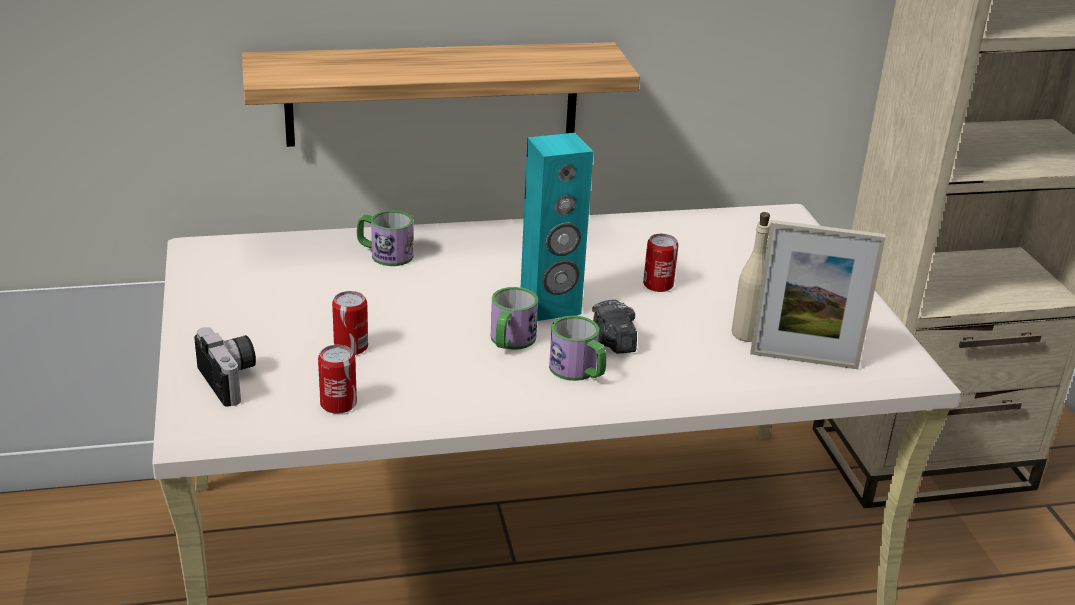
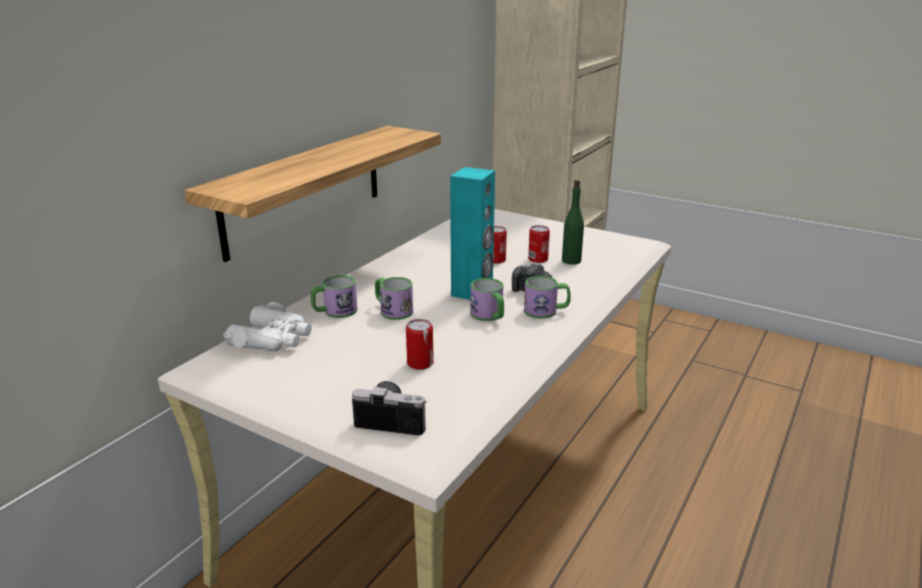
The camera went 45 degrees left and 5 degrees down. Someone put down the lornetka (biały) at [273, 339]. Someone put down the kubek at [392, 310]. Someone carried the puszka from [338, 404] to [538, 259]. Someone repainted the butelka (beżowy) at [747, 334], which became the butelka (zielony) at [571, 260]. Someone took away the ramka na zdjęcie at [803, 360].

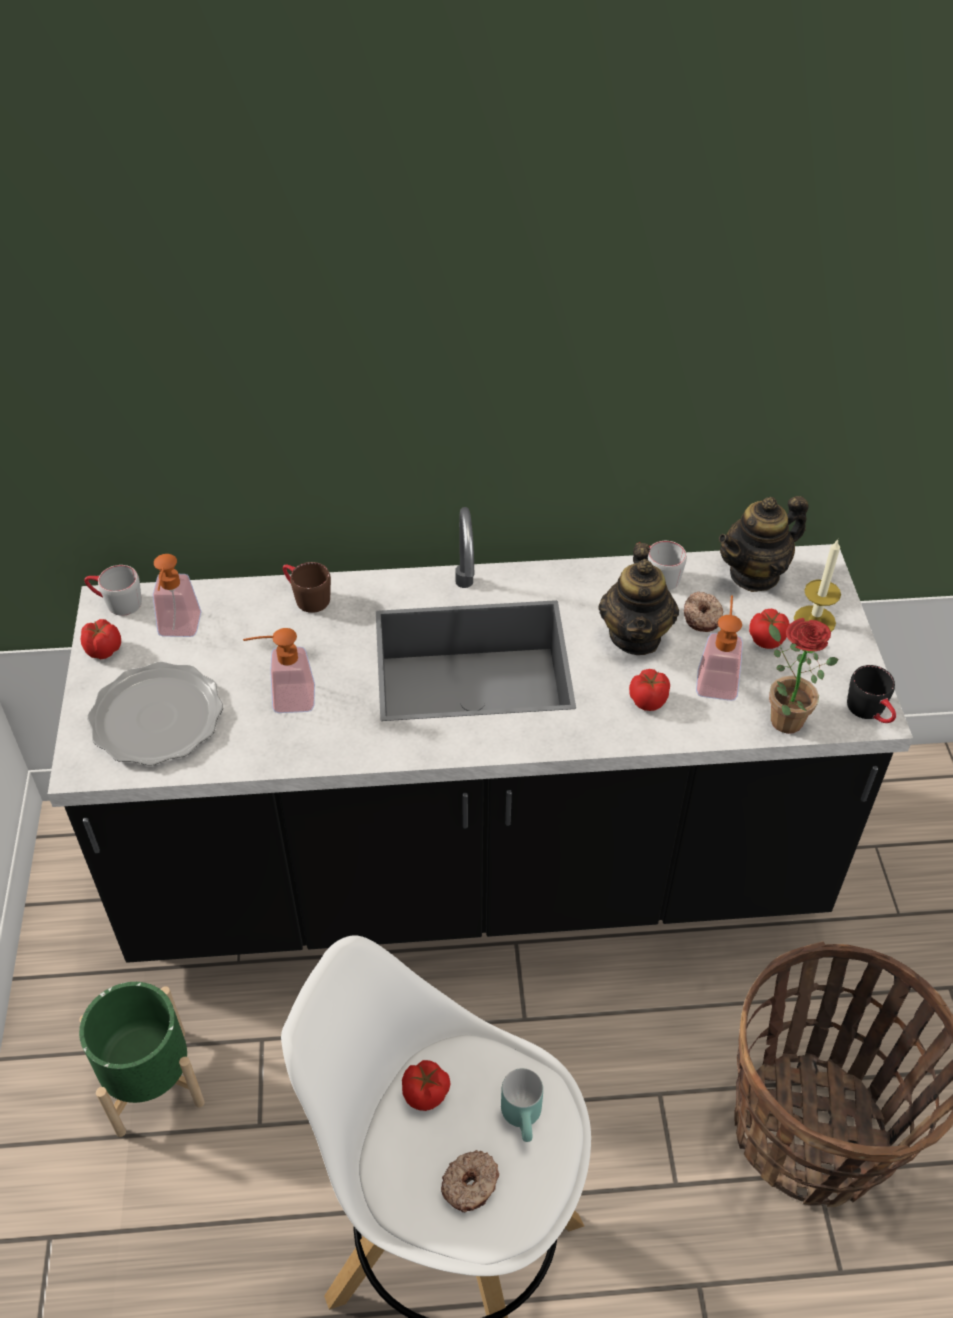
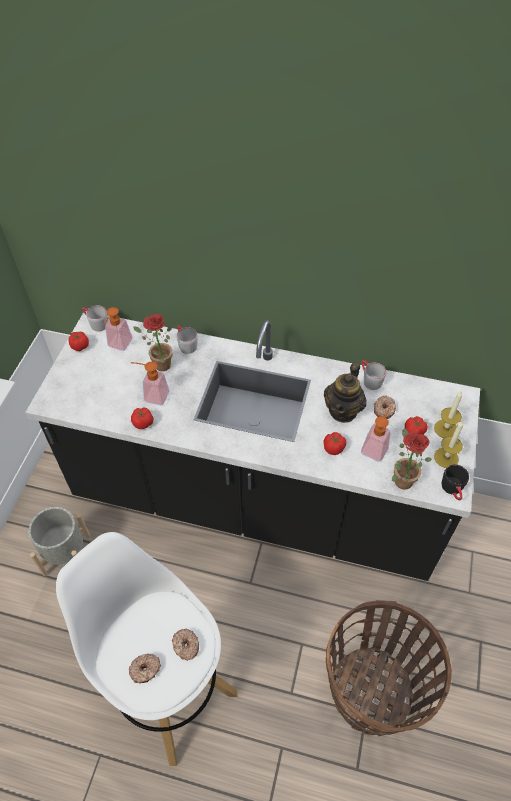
The camera went 20 degrees right and 5 degrees up. Someone repainted the donica (zielony) at [150, 1082], which became the donica (szary) at [66, 554]. Someone carried the pomidor from [426, 1093] to [143, 423]. Someone put down the roślina doniczkowa at [159, 365]. Someone swapped the kubek (turkusowy) at [525, 1118] for the donut at [185, 646]. Someone repainted the kubek (brązowy) at [306, 597], which became the kubek (szary) at [185, 344]. Someone put down the świeca at [446, 457]. Someone took away the talerz at [157, 717]. Someone took away the imbryk at [754, 574].

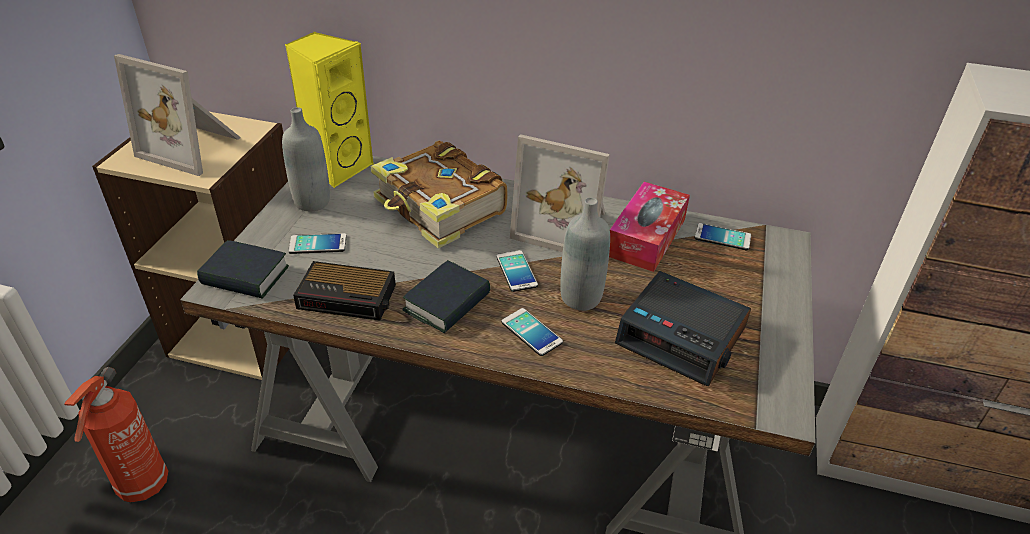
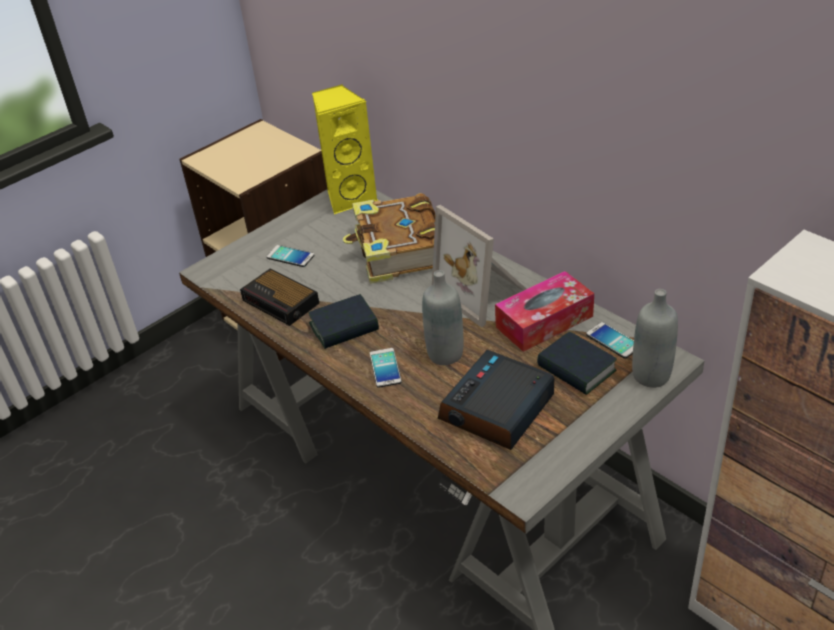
The camera went 35 degrees right and 0 degrees up. Someone rotated the budzik at [682, 337] by 60 degrees clockwise. Someone carried the książka from [245, 276] to [576, 369]. Someone carried the butelka (szary) from [312, 202] to [651, 375]. Someone took away the gaśnica at [142, 487]. Someone took away the ramka na zdjęcie at [194, 147]. Someone took away the telefon at [516, 271].

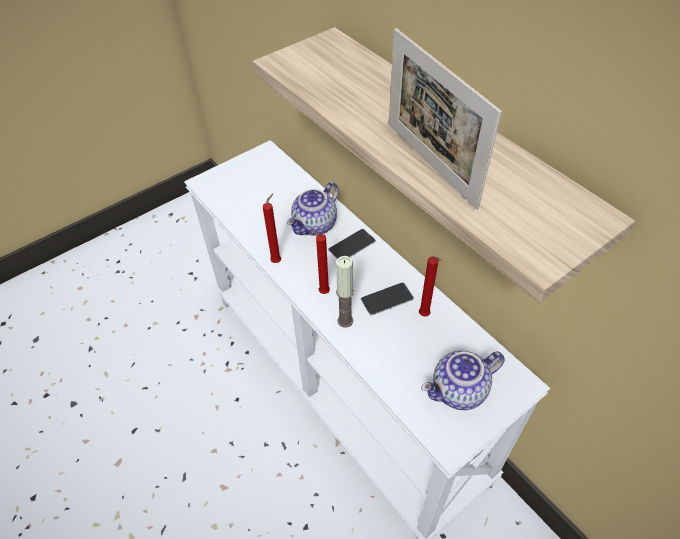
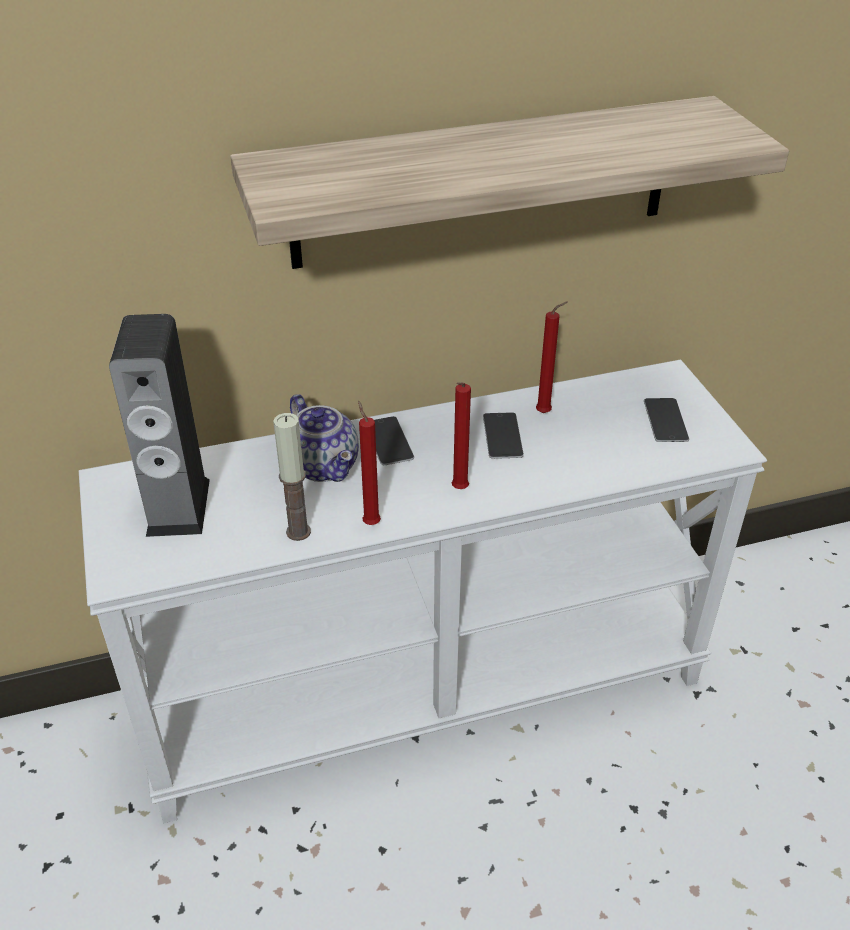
The camera went 70 degrees left and 10 degrees down. Someone put down the głośnik at [178, 507]. Someone carried the świeca from [345, 320] to [298, 532]. Someone swapped the imbryk at [459, 392] for the telefon at [665, 420]. Someone took away the ramka na zdjęcie at [430, 164].

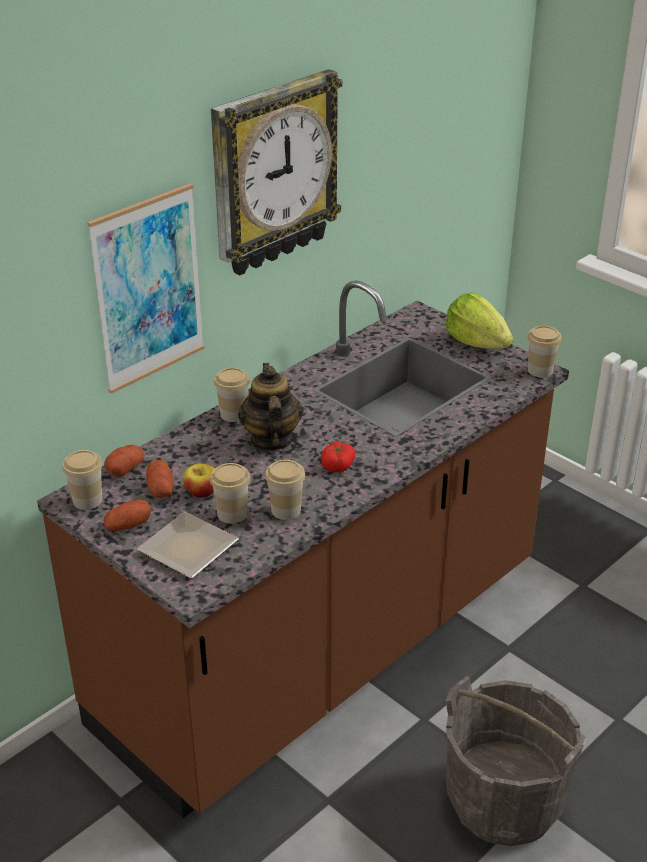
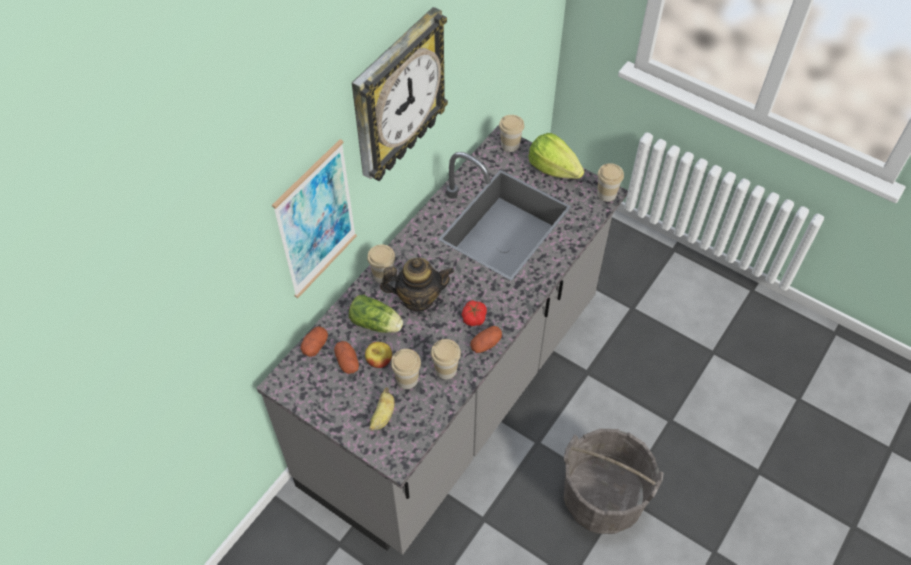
The camera went 10 degrees left and 20 degrees up. Someone repainted the zabudowa kuchenna (brązowy) at [323, 648], which became the zabudowa kuchenna (szary) at [455, 393]. Someone put down the sałata at [377, 324]. Someone swapped the talerz at [188, 546] for the banan at [383, 416]. Someone rotated the imbryk at [271, 440] by 105 degrees clockwise. Someone carried the ziemniak from [128, 525] to [486, 344]. Someone carried the filiżanka from [87, 500] to [510, 145].

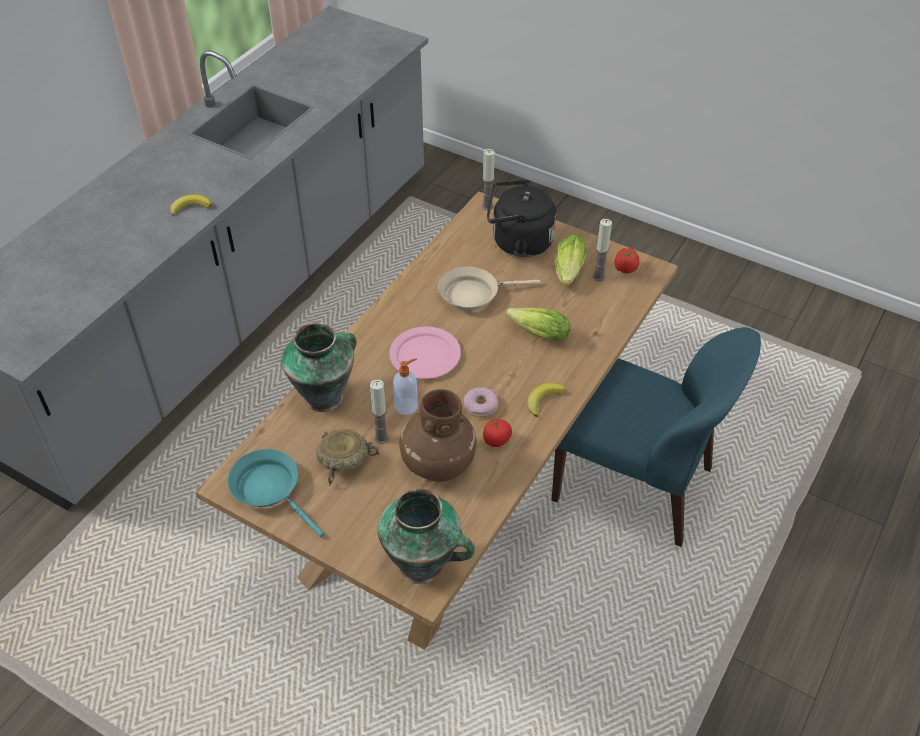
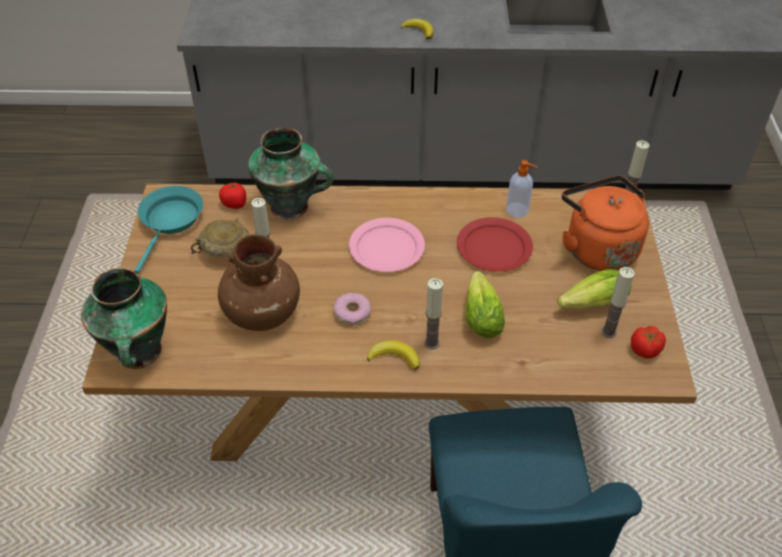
The camera went 60 degrees right and 0 degrees up. Someone carried the pomidor from [497, 440] to [235, 204]. Someone put down the świeca at [432, 343]. Someone swapped the patelnia (beżowy) at [473, 294] for the talerz (czerwony) at [494, 247]. Someone carried the dozownik mydła from [407, 406] to [518, 210]. Someone repainted the czajnik (czarny) at [518, 242], which became the czajnik (pomarańczowy) at [597, 248].

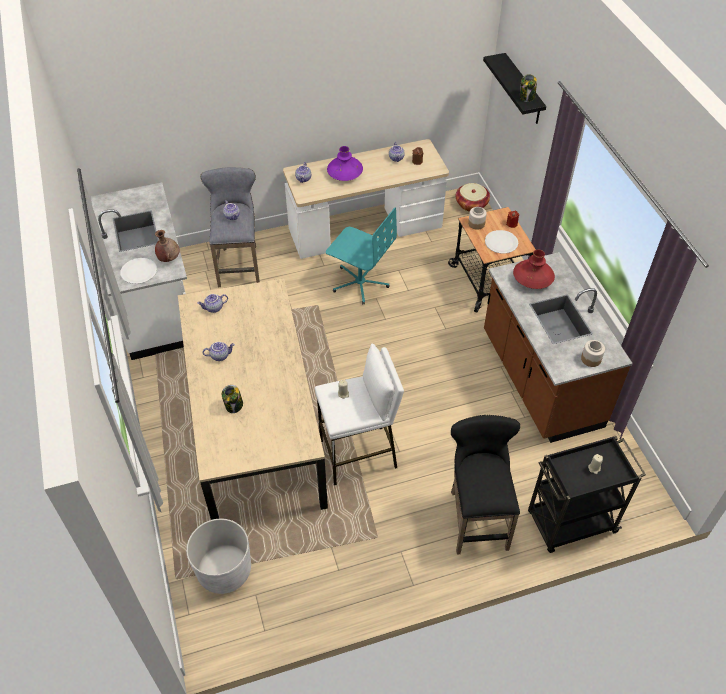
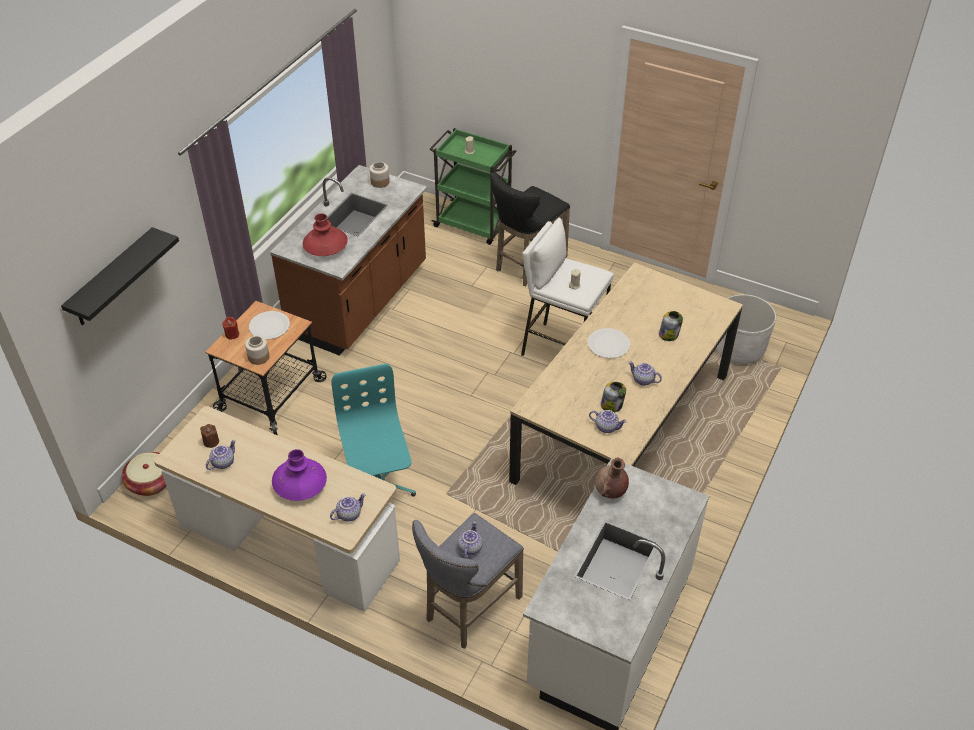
The camera went 135 degrees left and 5 degrees down. Someone repainted the wózek (czarny) at [570, 523], which became the wózek (zielony) at [474, 225]. Someone carried the talerz (biały) from [139, 271] to [608, 344]. Someone carried the słoik from [527, 97] to [612, 405].

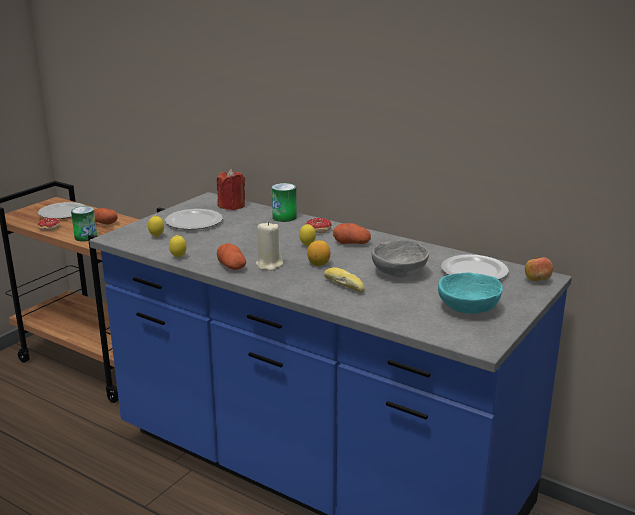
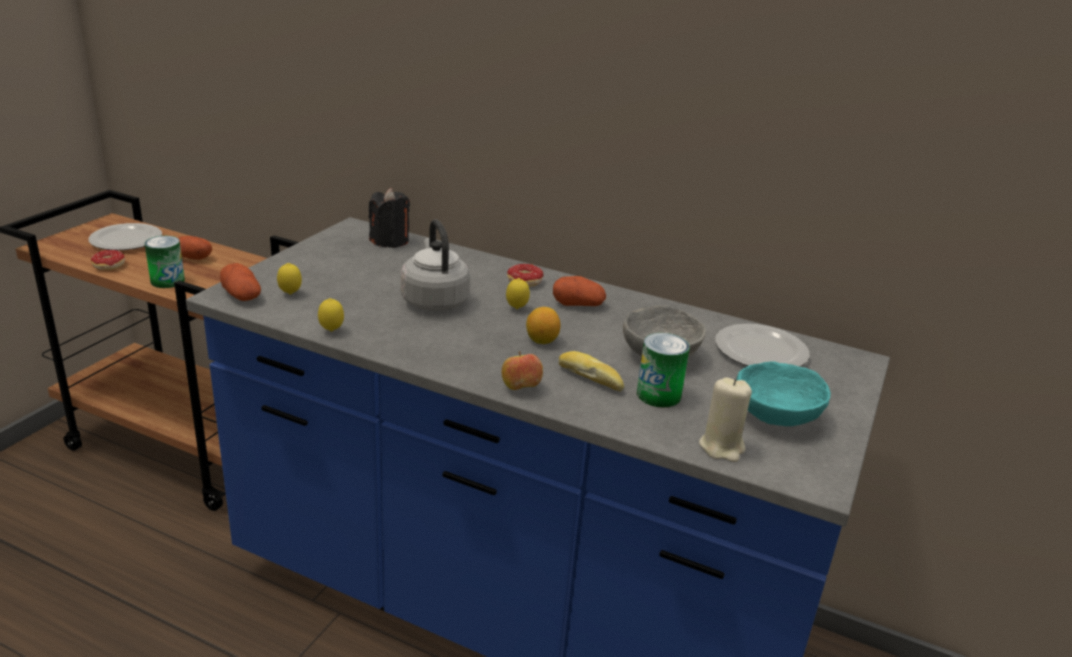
The camera went 10 degrees left and 5 degrees up. Someone carried the ziemniak from [232, 266] to [241, 295]. Someone repainted the świeca (czerwony) at [232, 206], which became the świeca (czarny) at [390, 241]. Someone put down the czajnik (szary) at [434, 300]. Someone carried the jabłko from [537, 280] to [521, 388]. Someone carried the puszka from [284, 217] to [658, 395]. Someone carried the świeca (beżowy) from [269, 265] to [722, 447]. Someone took away the talerz at [193, 222].

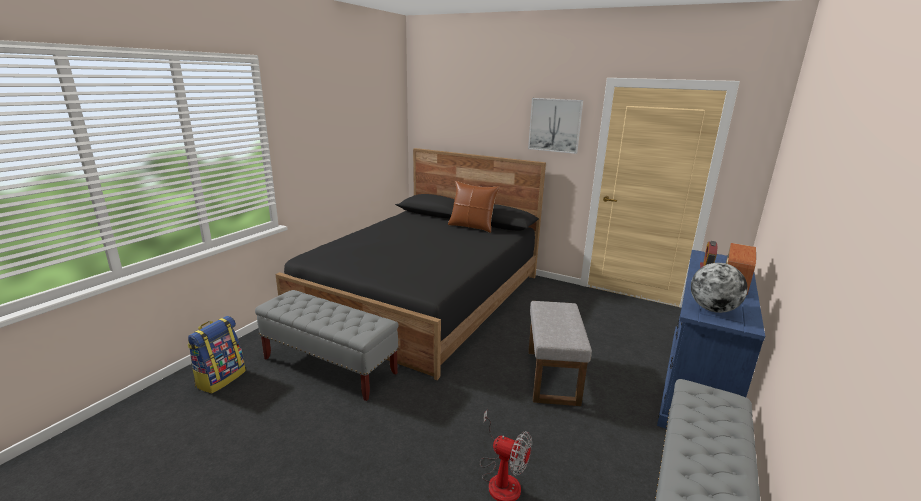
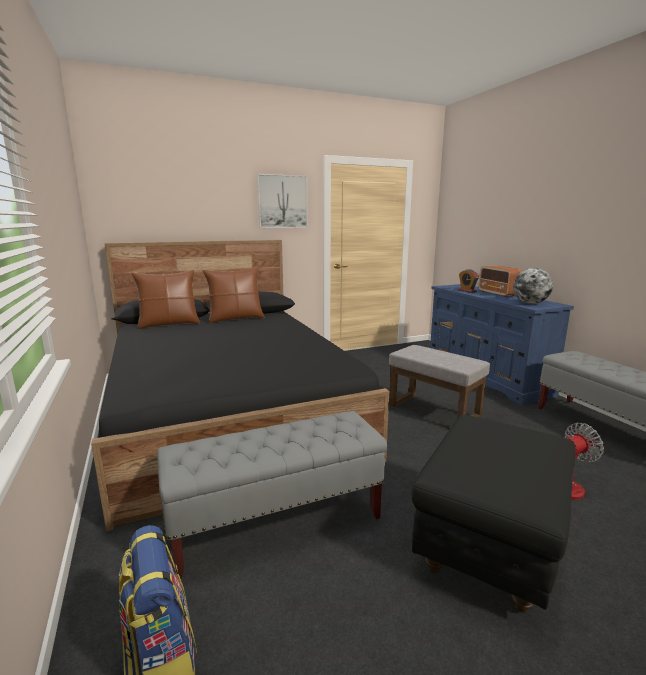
The camera went 50 degrees left and 5 degrees down. Someone put down the poduszka (brązowy) at [169, 324]. Someone put down the pufa (czarny) at [488, 545].

